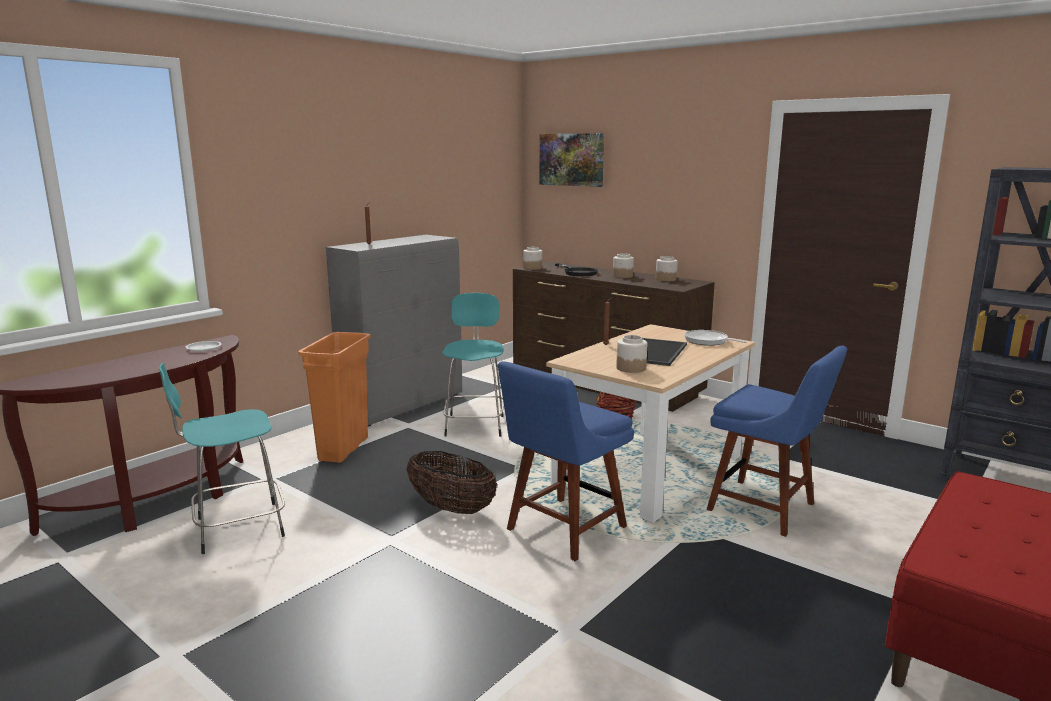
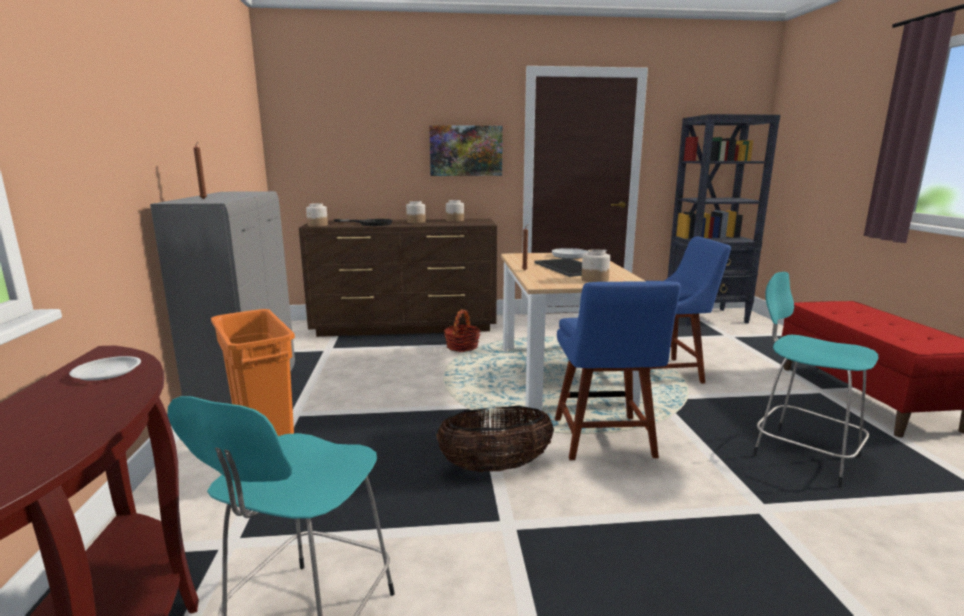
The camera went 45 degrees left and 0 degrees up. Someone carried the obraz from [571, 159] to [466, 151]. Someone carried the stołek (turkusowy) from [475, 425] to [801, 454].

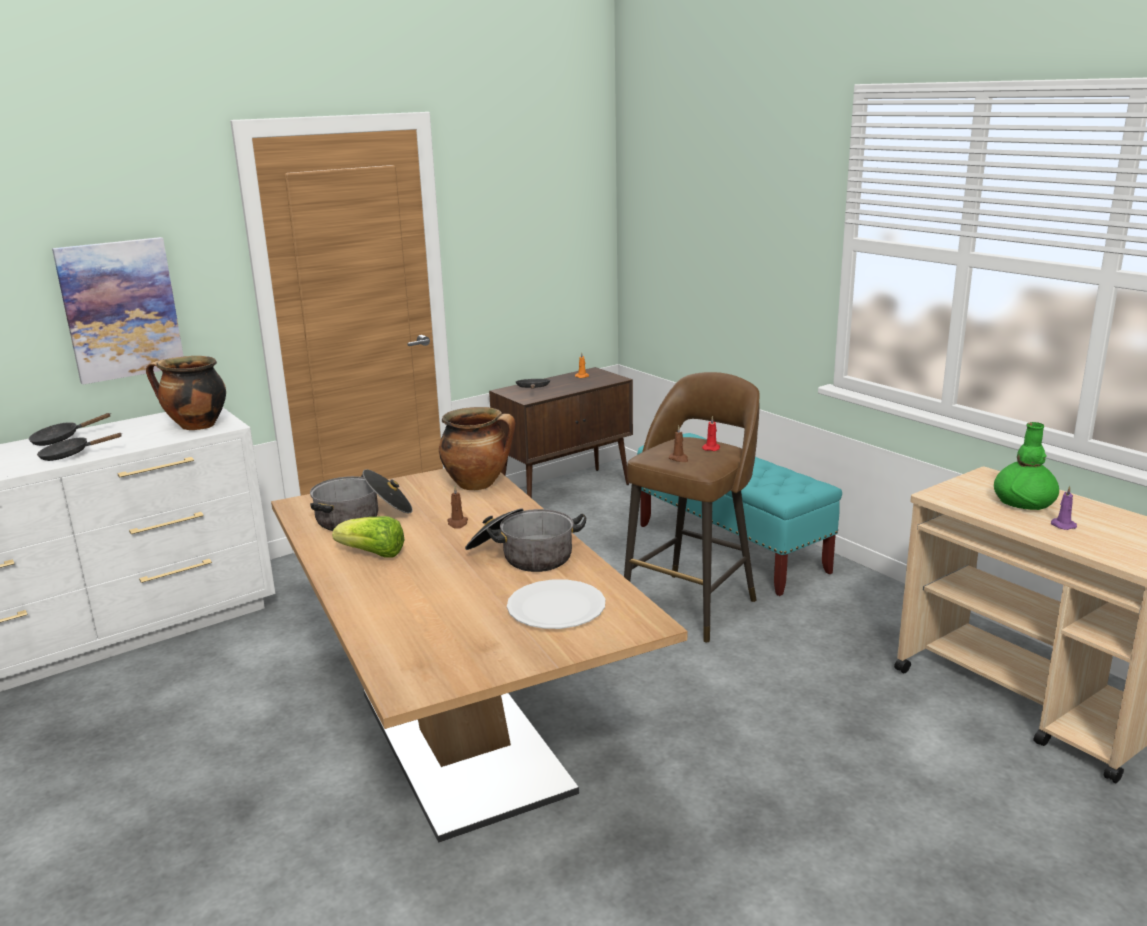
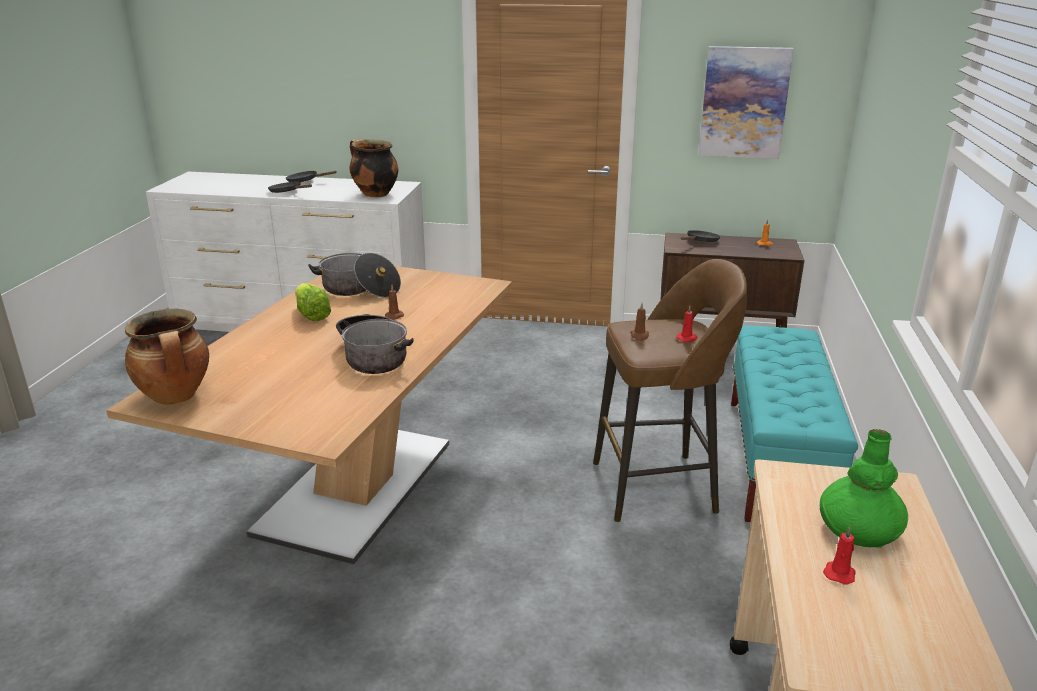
The camera went 45 degrees right and 5 degrees up. Someone carried the garnek from [478, 484] to [176, 397]. Someone carried the obraz from [120, 309] to [744, 102]. Someone repainted the świeca (fioletowy) at [1062, 525], which became the świeca (czerwony) at [839, 573]. Someone took away the talerz (biały) at [556, 607].

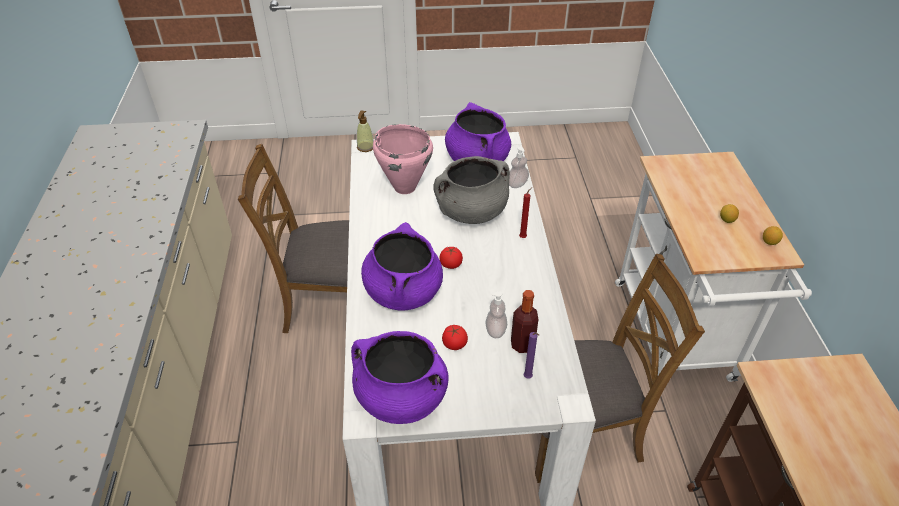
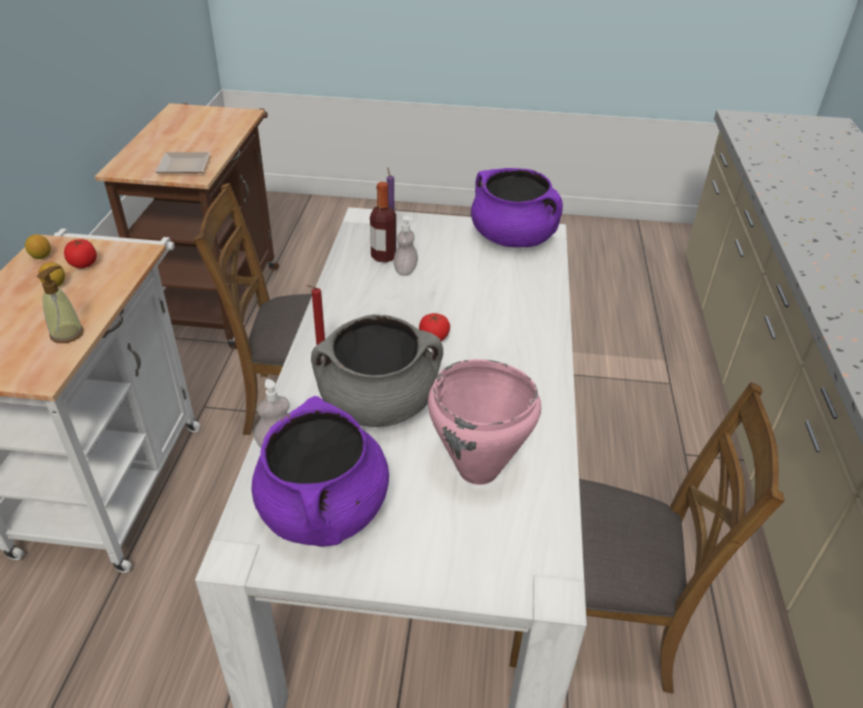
The camera went 170 degrees left and 5 degrees down. Someone carried the dozownik mydła from [365, 147] to [67, 334]. Someone carried the pomidor from [454, 344] to [83, 264]. Someone put down the talerz at [182, 167]. Someone took away the garnek (fioletowy) at [403, 291].

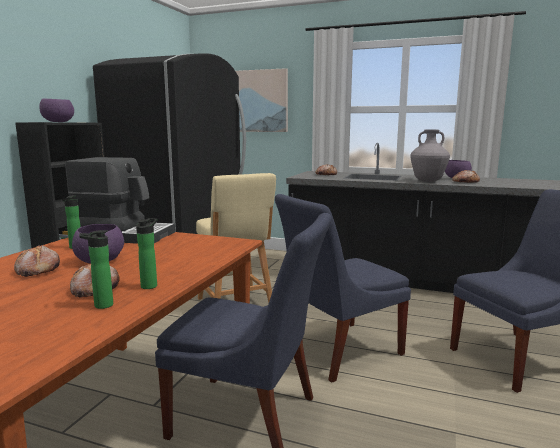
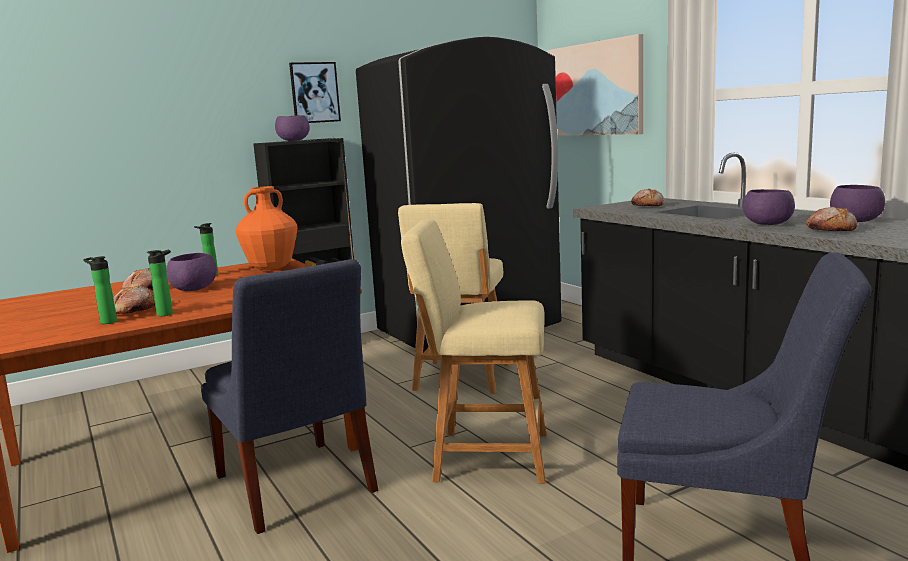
The camera went 40 degrees right and 0 degrees up. Someone swapped the ekspres do kawy at [125, 235] for the wazon (pomarańczowy) at [271, 268]. Someone put up the obraz at [314, 92]. Someone swapped the krzesło (niebieski) at [337, 350] for the stołek (beżowy) at [485, 456]. Someone swapped the wazon (szary) at [428, 181] for the miska (fioletowy) at [768, 224].

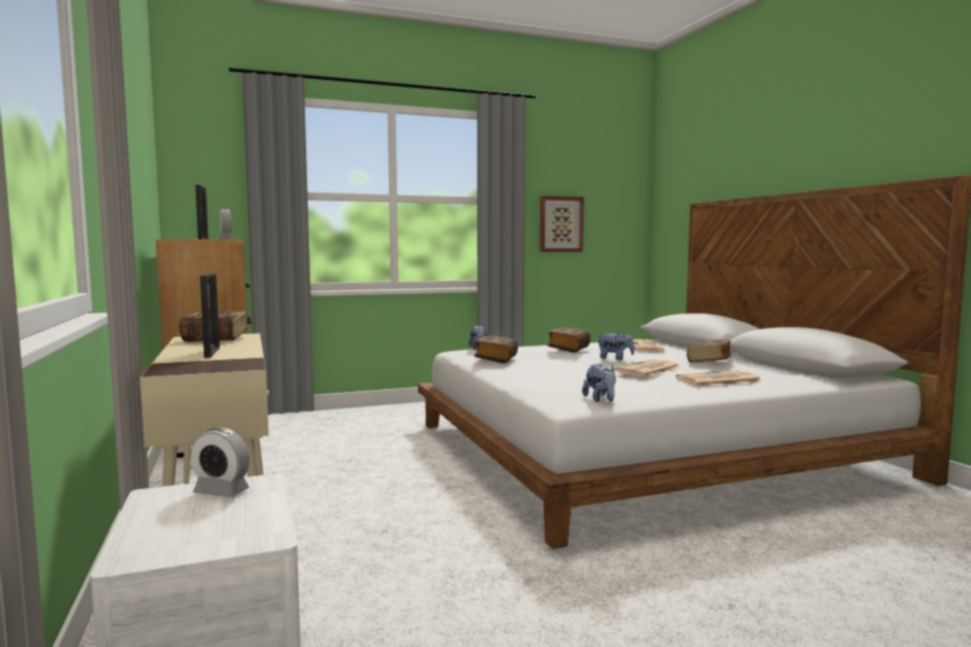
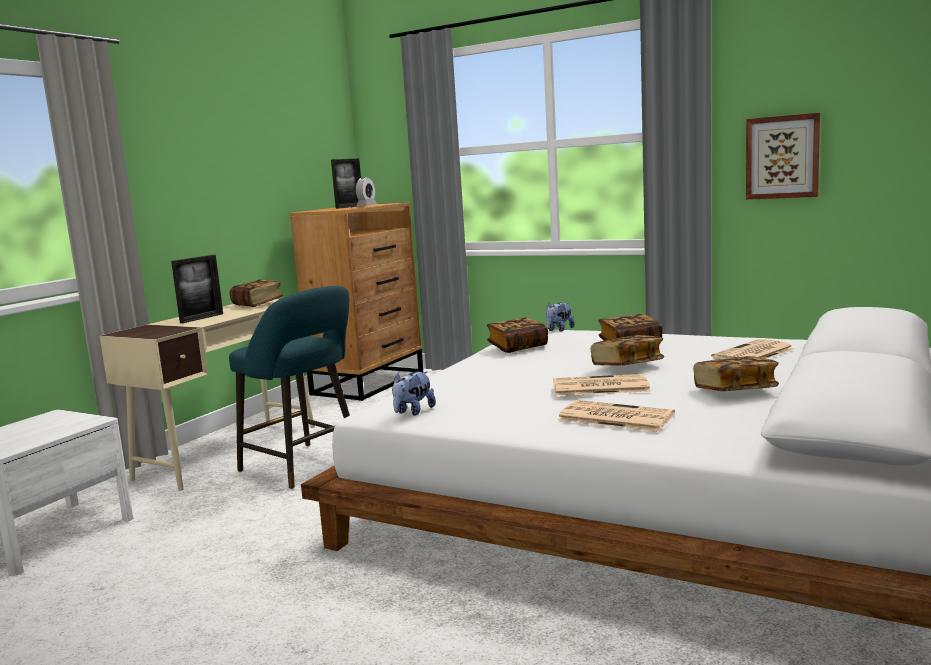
The camera went 50 degrees right and 5 degrees up. Someone put down the stołek (turkusowy) at [305, 467]. Someone swapped the pluszak at [614, 359] for the książka at [627, 366]. Someone took away the budzik at [221, 492].

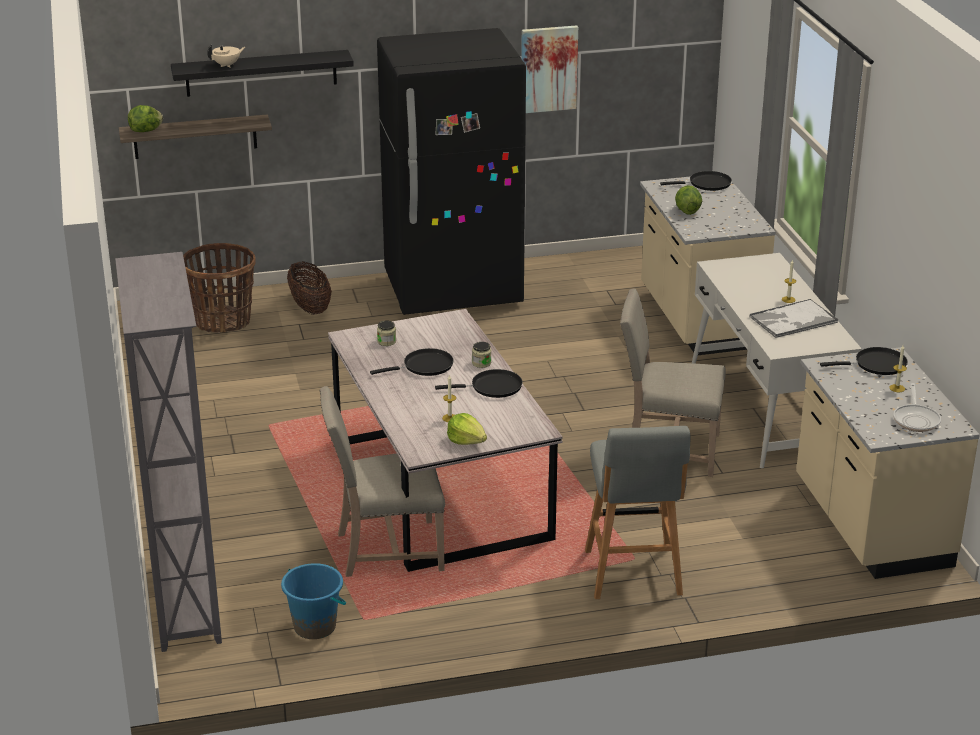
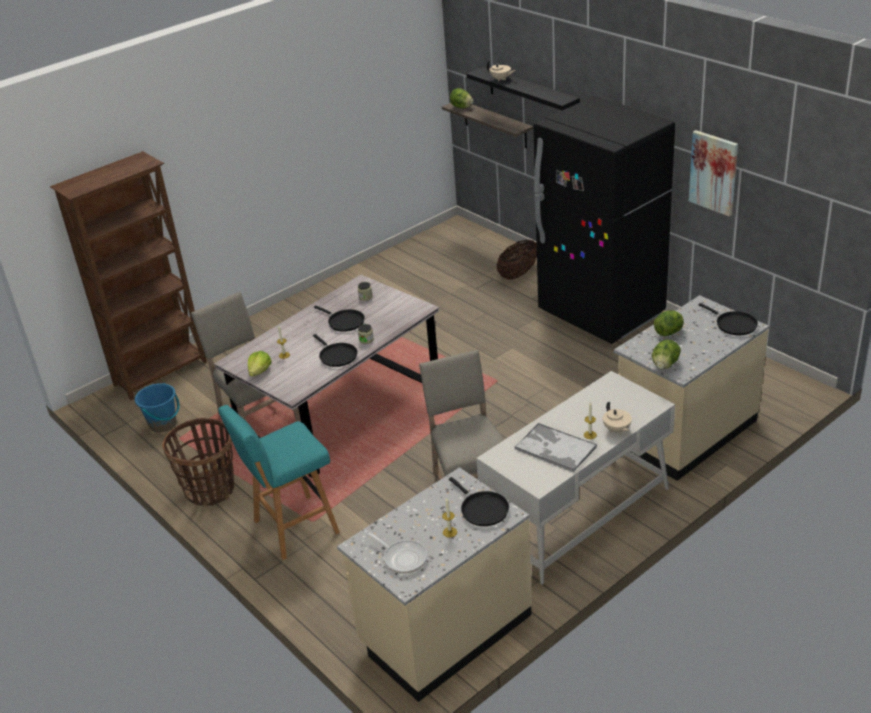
The camera went 65 degrees right and 5 degrees up. Someone repainted the regał (szary) at [187, 603], which became the regał (brązowy) at [162, 373]. Someone carried the koszyk from [223, 321] to [210, 490]. Someone repainted the stołek (szary) at [633, 575], which became the stołek (turkusowy) at [293, 528]. Someone rotated the patelnia at [916, 419] by 120 degrees counterclockwise. Someone put down the imbryk (beżowy) at [616, 430]. Someone put down the sałata at [665, 365].

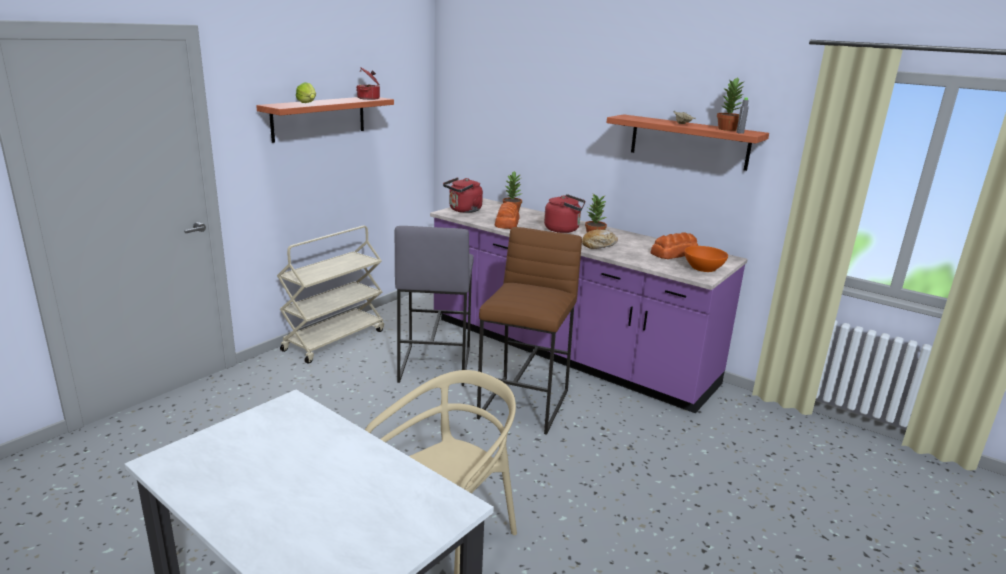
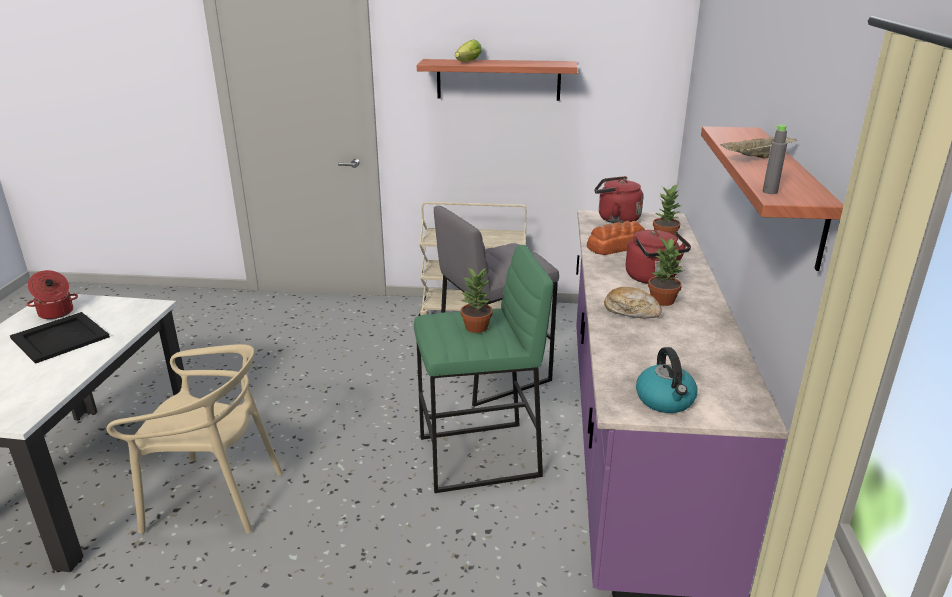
The camera went 60 degrees right and 5 degrees up. Someone put down the taca (czarny) at [59, 338]. Someone carried the garnek from [369, 98] to [56, 313]. Someone repainted the stołek (brązowy) at [525, 404], which became the stołek (zielony) at [479, 457]. Someone carried the roślina doniczkowa from [727, 129] to [476, 327]. Someone swapped the miska (pomarańczowy) at [703, 268] for the czajnik at [665, 400]. Someone took away the chleb at [675, 253].

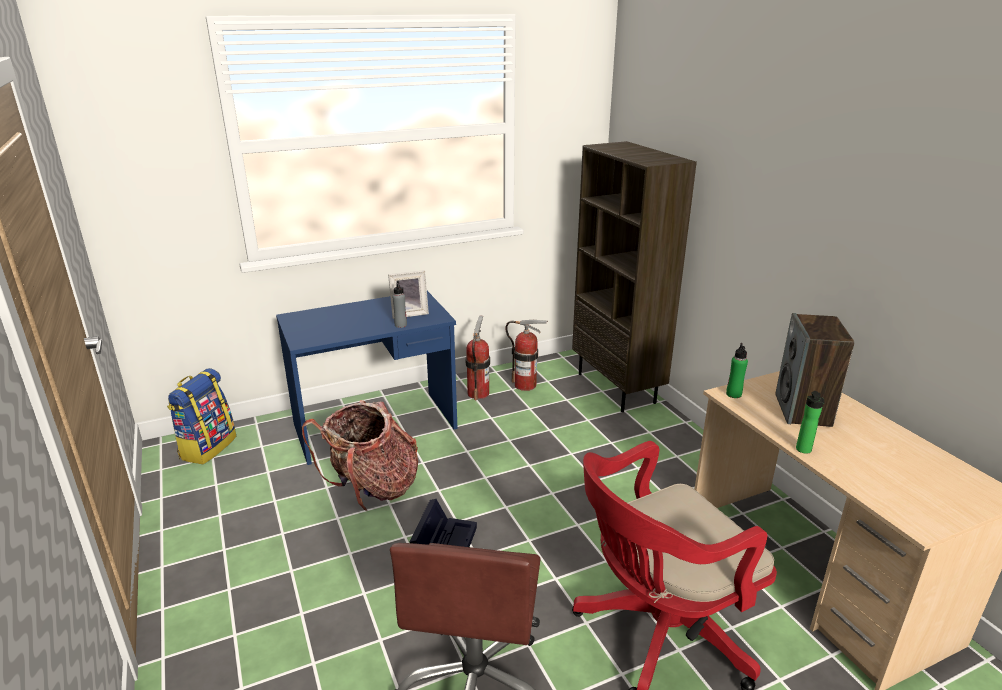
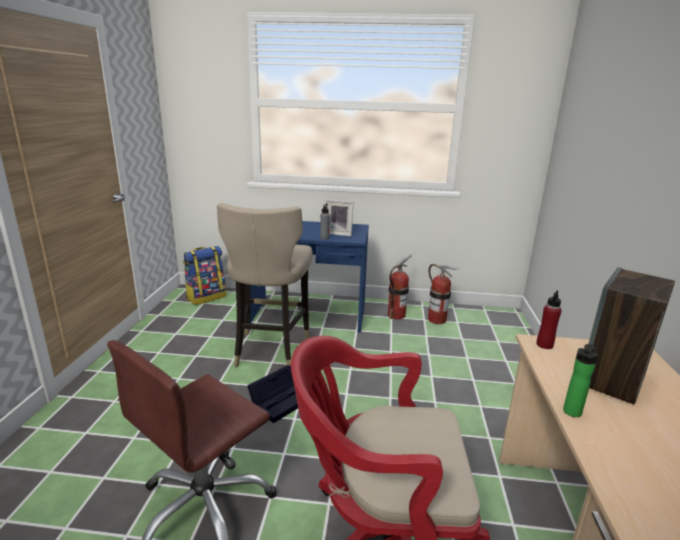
The camera went 30 degrees right and 5 degrees down. Someone swapped the plecak at [372, 489] for the stołek (beżowy) at [270, 350]. Someone repainted the butelka (zielony) at [733, 394], which became the butelka (czerwony) at [544, 345]. Someone took away the regał (brązowy) at [617, 388].

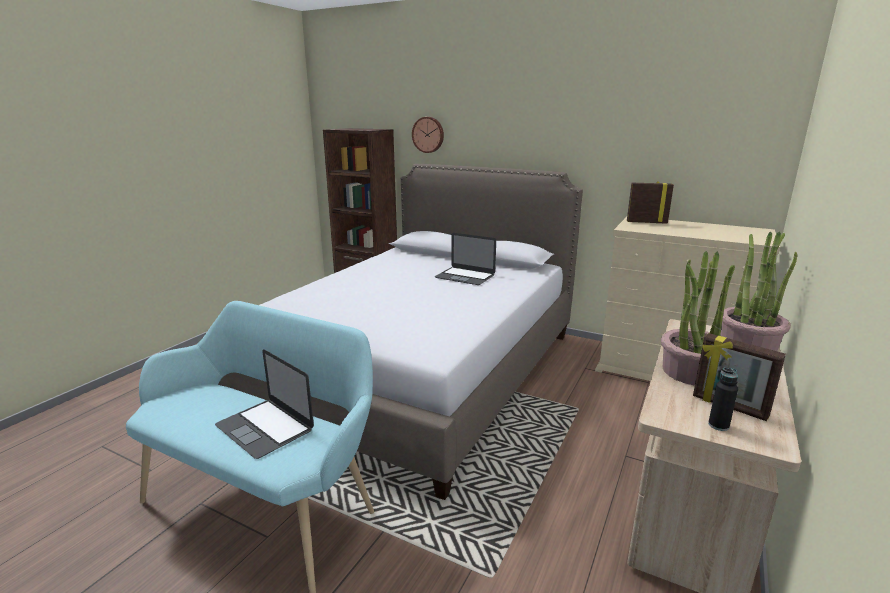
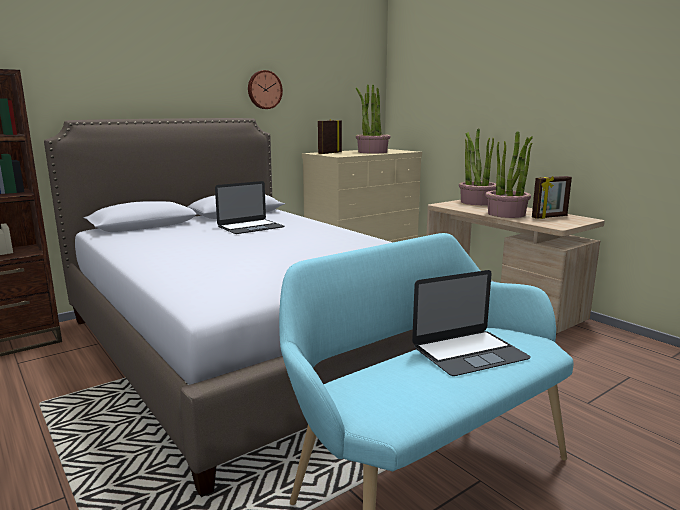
The camera went 65 degrees left and 5 degrees down. Someone carried the zegar ścienny from [428, 134] to [264, 89]. Someone put down the roślina doniczkowa at [372, 152]. Someone took away the butelka (czarny) at [718, 425].

